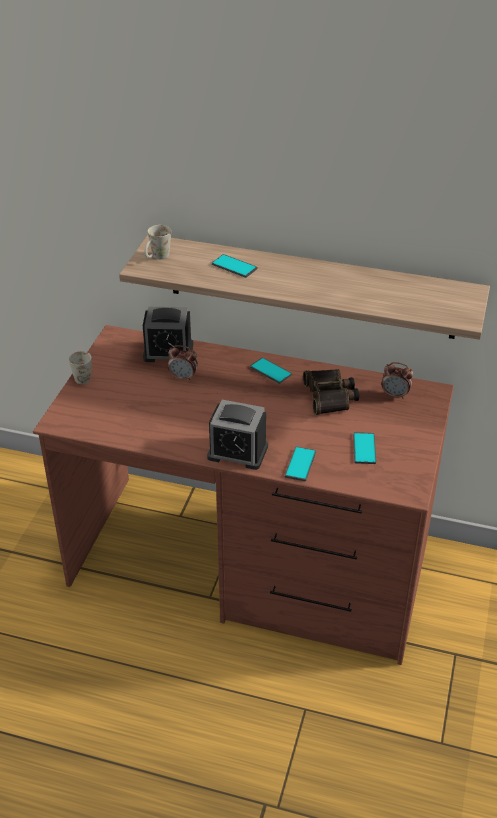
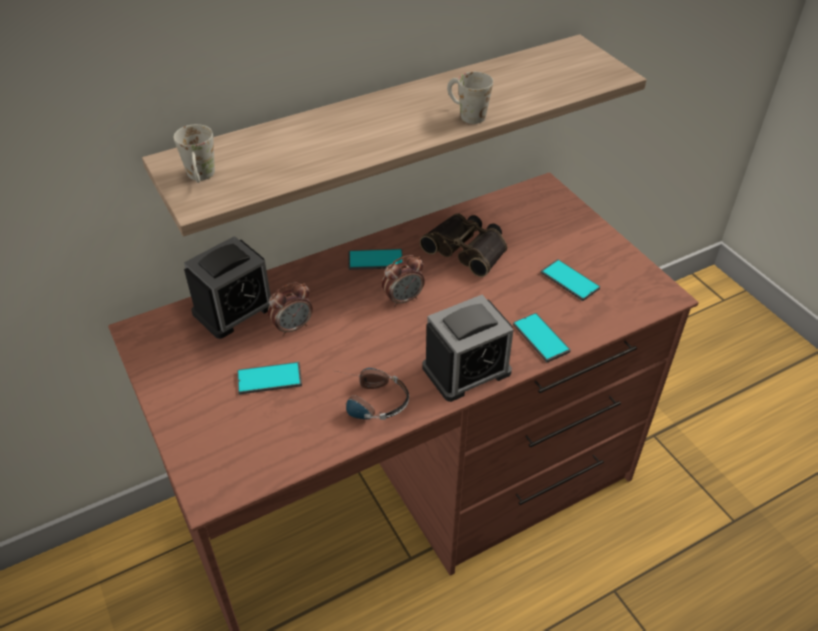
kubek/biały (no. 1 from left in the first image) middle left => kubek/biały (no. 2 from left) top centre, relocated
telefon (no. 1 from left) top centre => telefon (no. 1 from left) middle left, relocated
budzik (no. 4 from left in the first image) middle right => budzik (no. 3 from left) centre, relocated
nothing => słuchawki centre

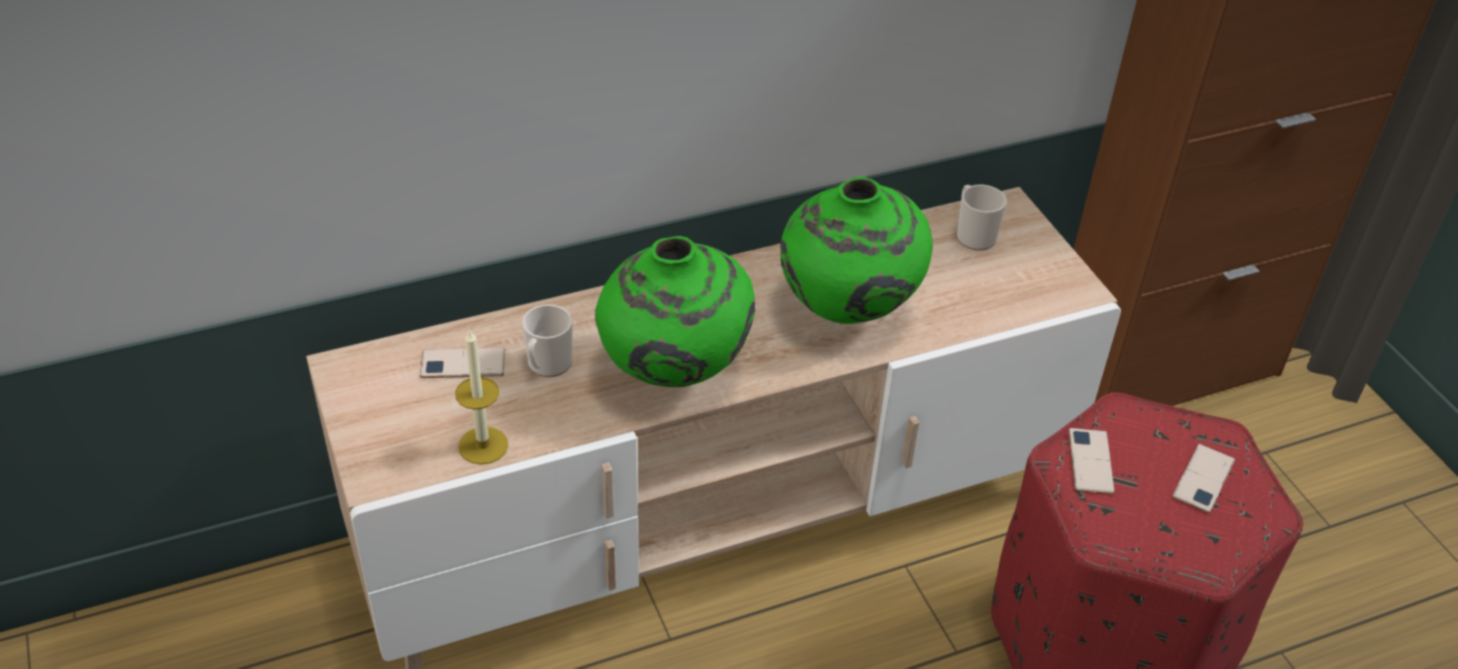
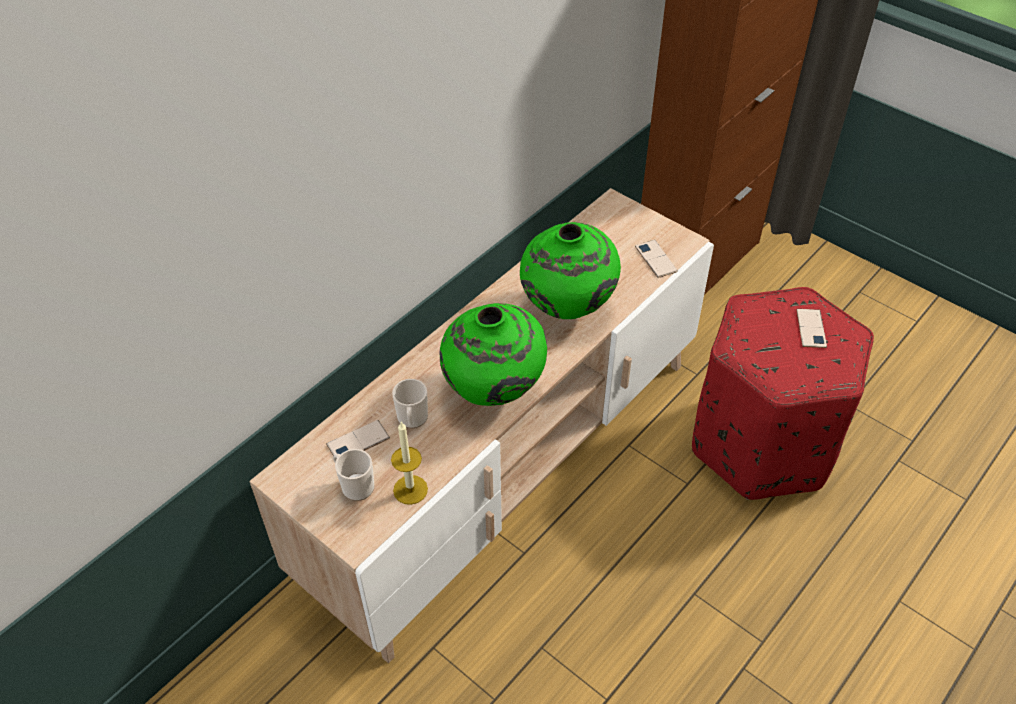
kubek (no. 2 from left in the first image) top right => kubek (no. 1 from left) bottom centre, relocated
telefon (no. 2 from left) bottom right => telefon (no. 2 from left) centre, relocated

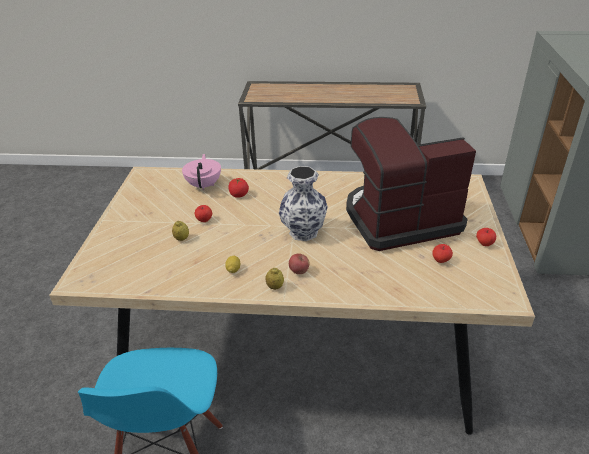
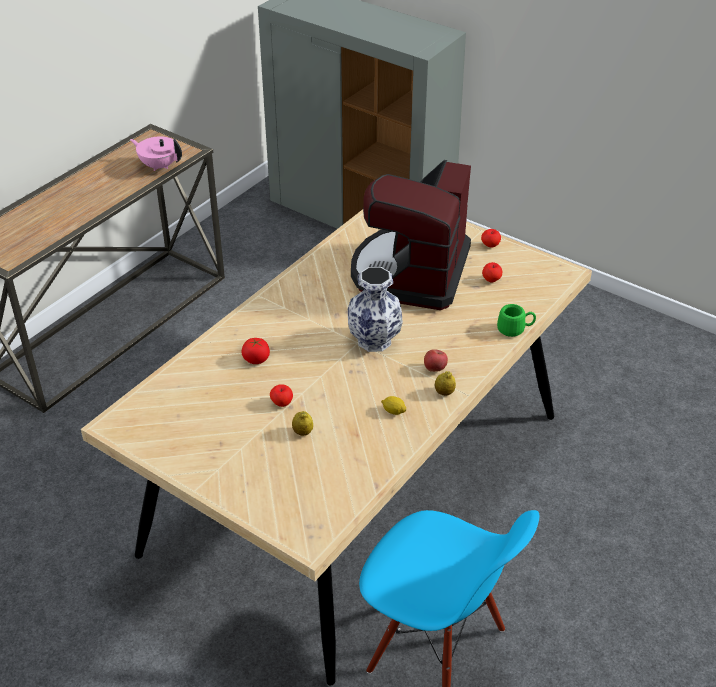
imbryk/różowy centre => imbryk/różowy top left, relocated
nothing => kubek/zielony middle right

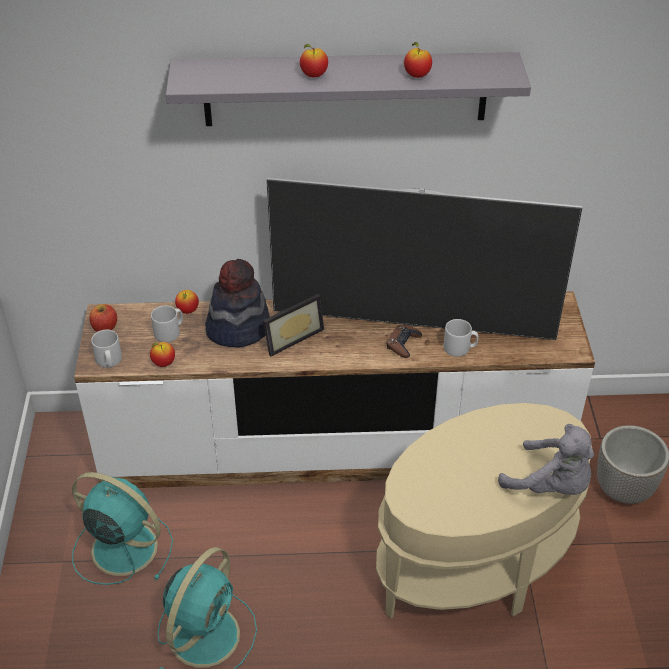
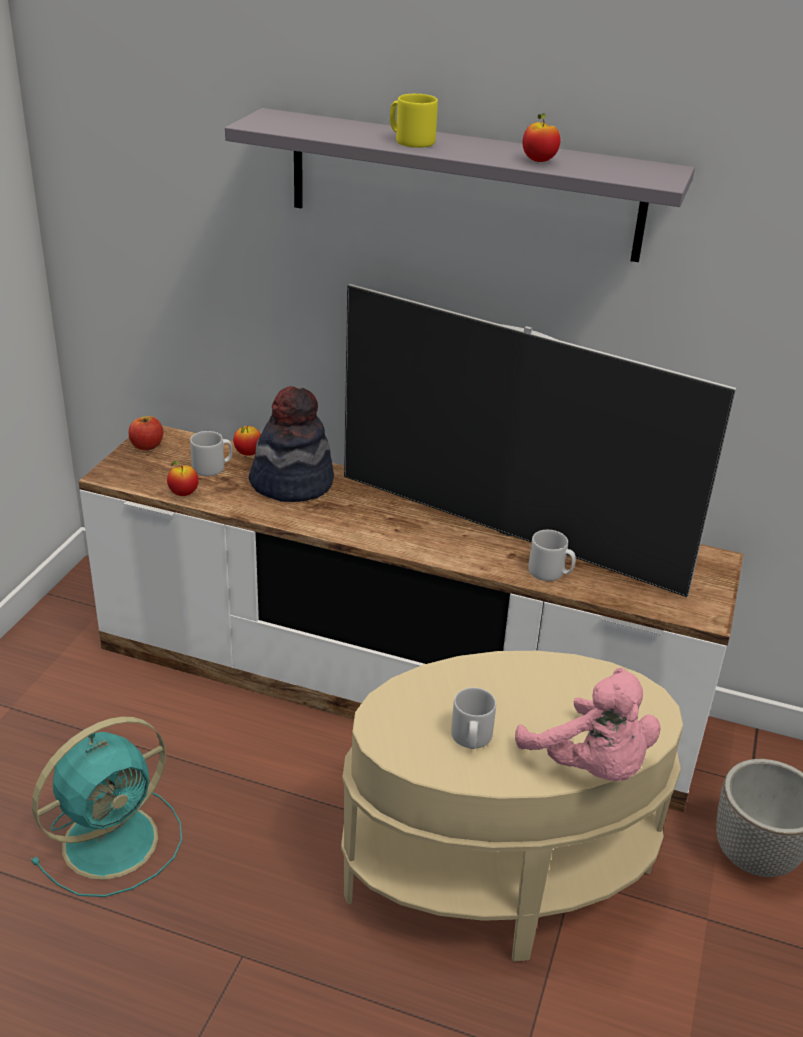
wentylator/turkusowy (no. 1 from left) bottom left => nothing
kubek/szary (no. 1 from left in the first image) middle left => kubek/szary (no. 2 from left) bottom centre, relocated
ramka na zdjęcie centre => nothing
jabłko (no. 4 from left) top centre => kubek/żółty top centre
pad do gier/brązowy centre => nothing
pluszak/szary bottom right => pluszak/różowy bottom right

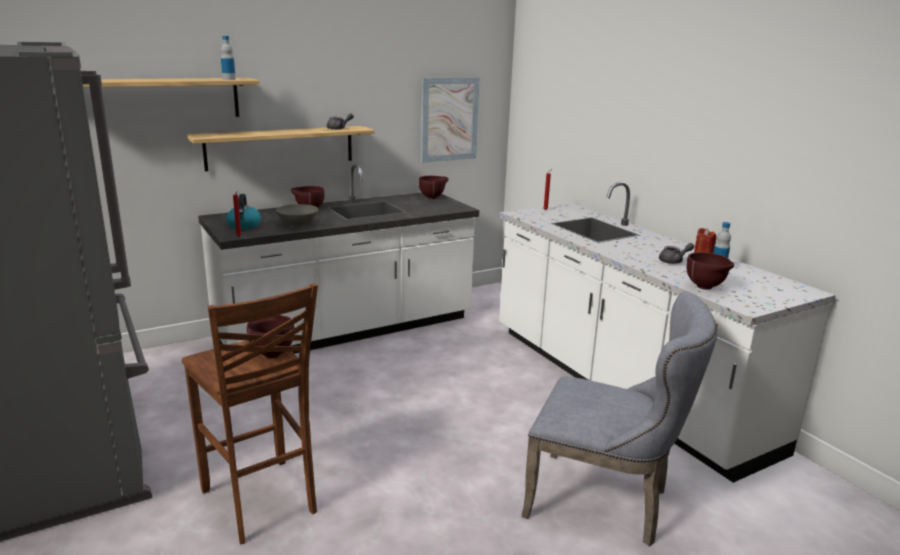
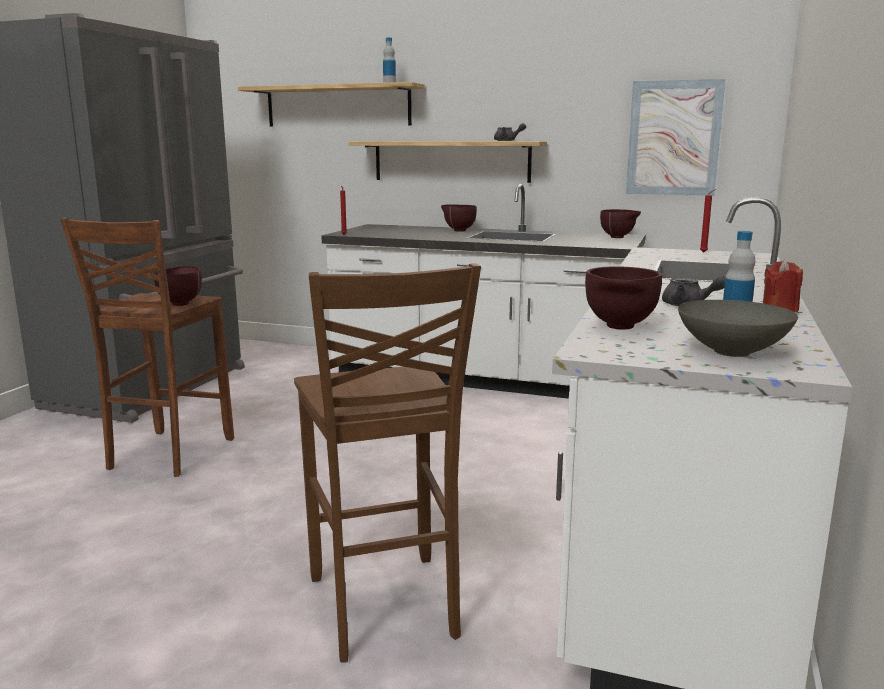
czajnik middle left => nothing
miska/szary middle left => miska/szary middle right, relocated
krzesło/szary bottom right => stołek/brązowy (no. 2 from left) bottom centre

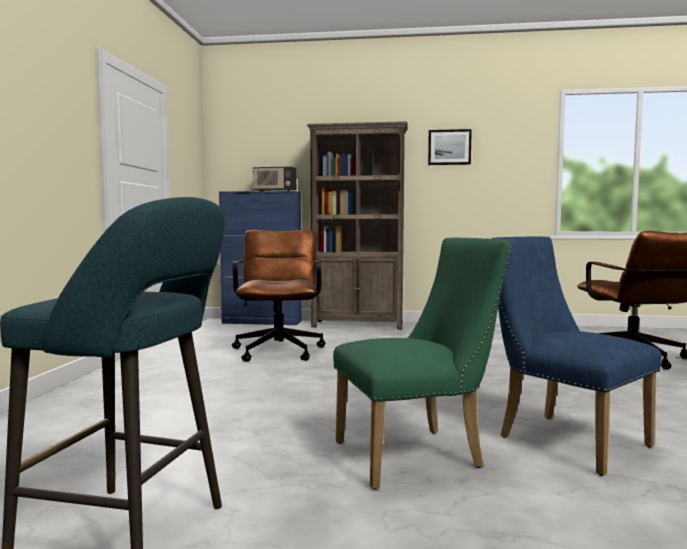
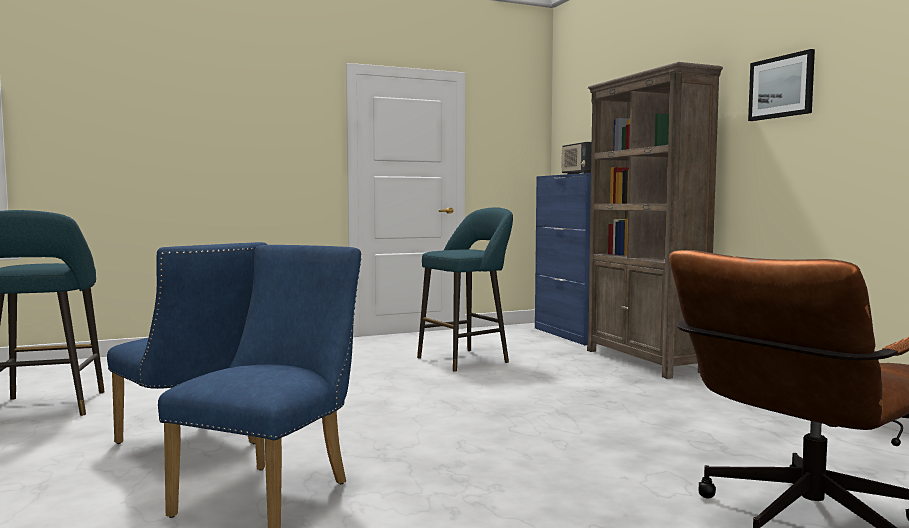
krzesło biurowe/brązowy (no. 1 from left) centre => stołek/turkusowy (no. 2 from left) centre
krzesło/zielony centre => krzesło/niebieski (no. 1 from left) middle left

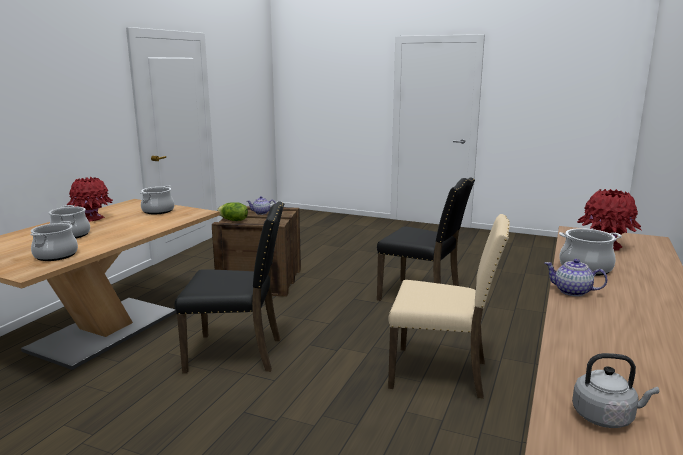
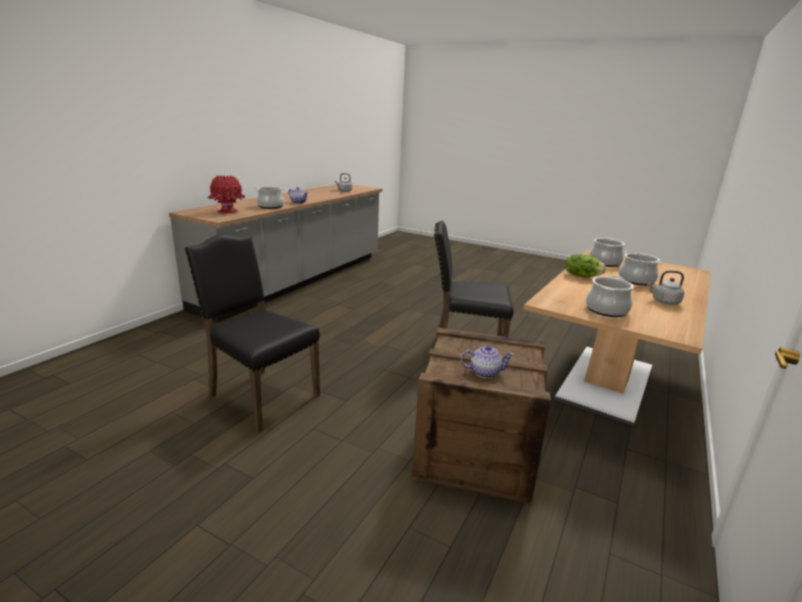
wazon/czerwony (no. 1 from left) middle left => czajnik/szary (no. 2 from left) middle right
sałata centre => sałata middle right, relocated
krzesło/beżowy bottom centre => nothing

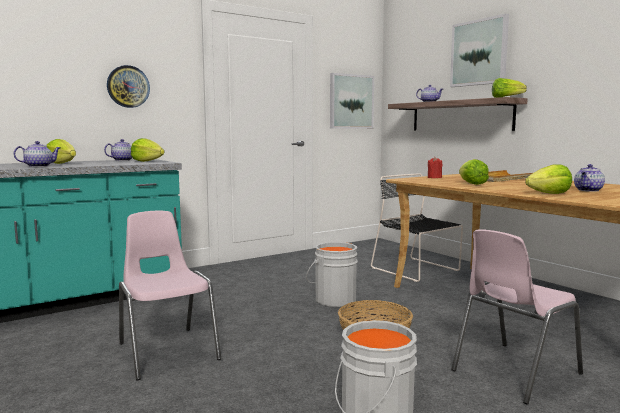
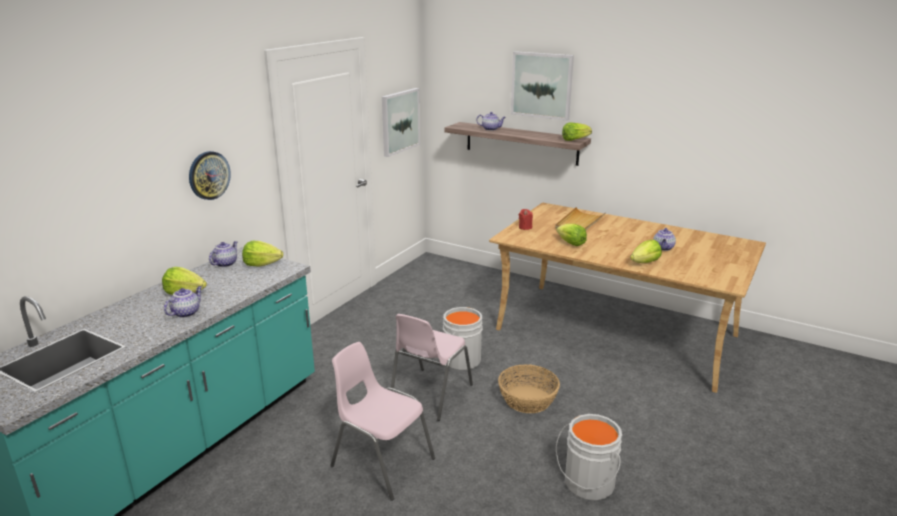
krzesło/czarny middle right => nothing
krzesło/różowy (no. 2 from left) bottom right => krzesło/różowy (no. 2 from left) bottom centre, relocated

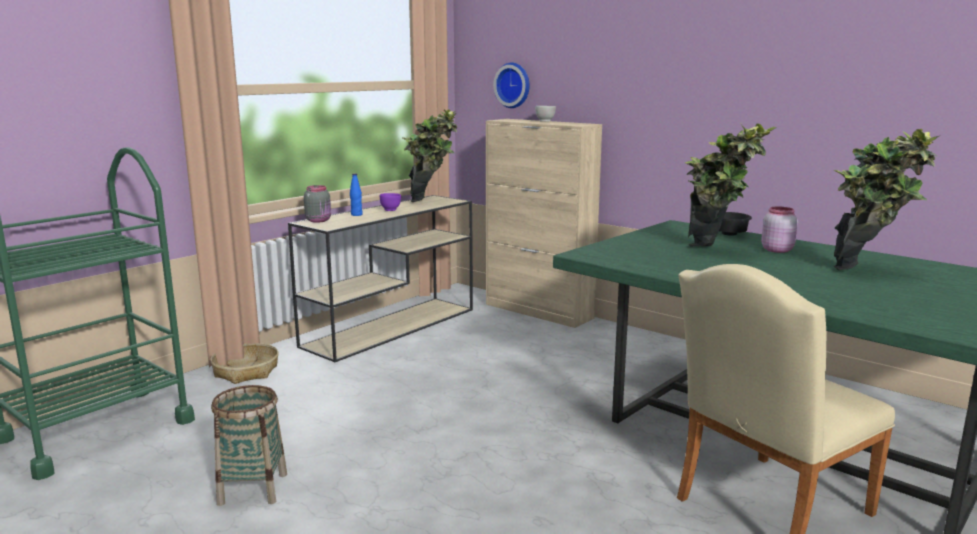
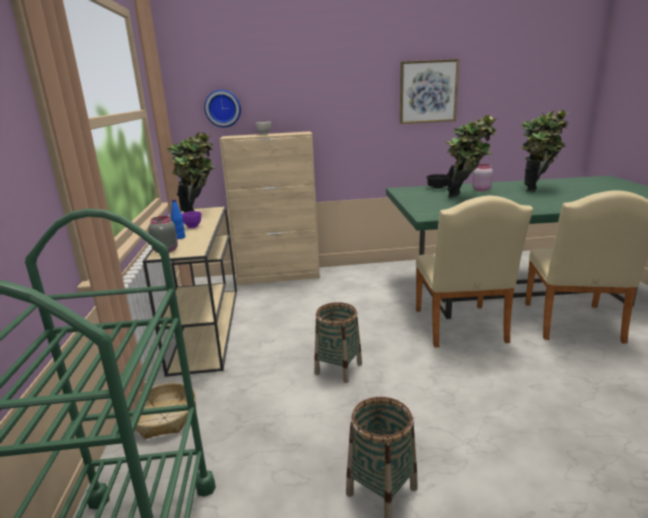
nothing => koszyk (no. 2 from left) centre
nothing => obraz top centre
nothing => krzesło/beżowy (no. 1 from left) middle right

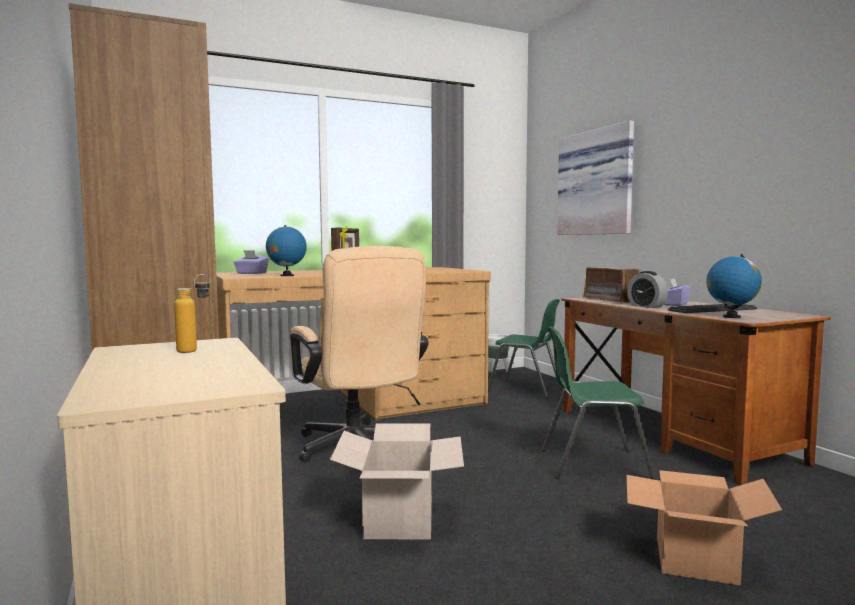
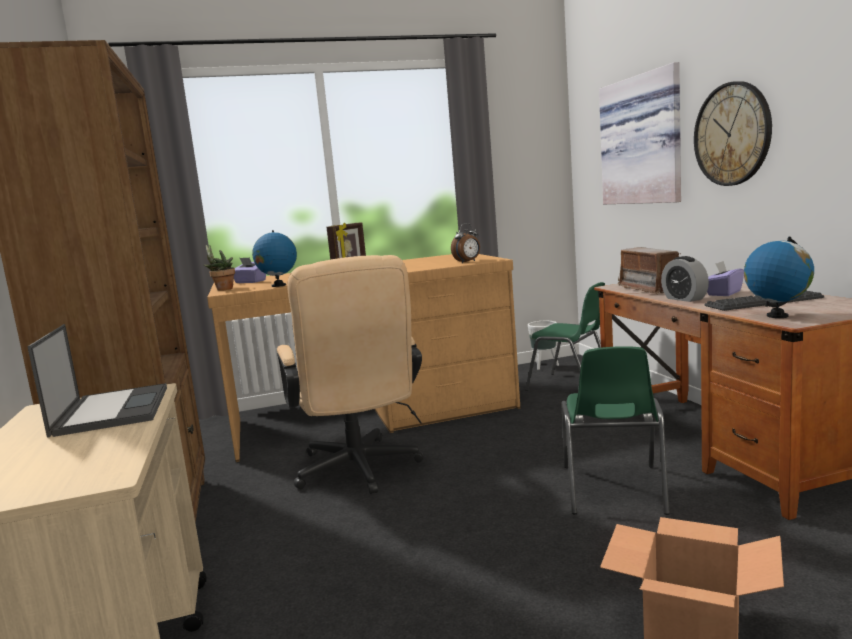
butelka middle left => laptop middle left
karton (no. 1 from left) bottom centre => nothing
krzesło/zielony (no. 2 from left) middle right => krzesło/zielony (no. 2 from left) bottom right, 90 degrees counterclockwise
nothing => roślina doniczkowa middle left
nothing => budzik (no. 1 from left) centre
nothing => zegar ścienny top right

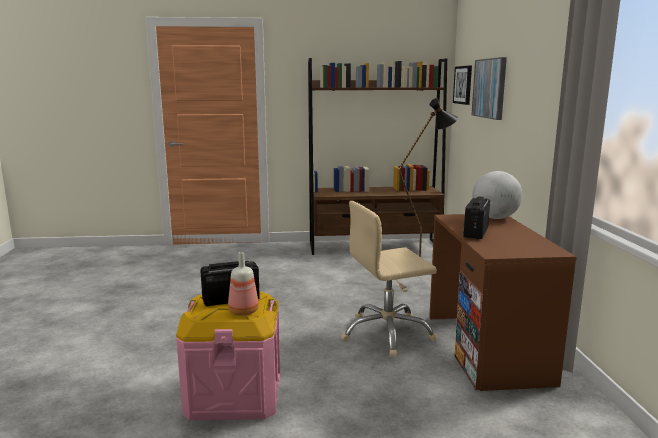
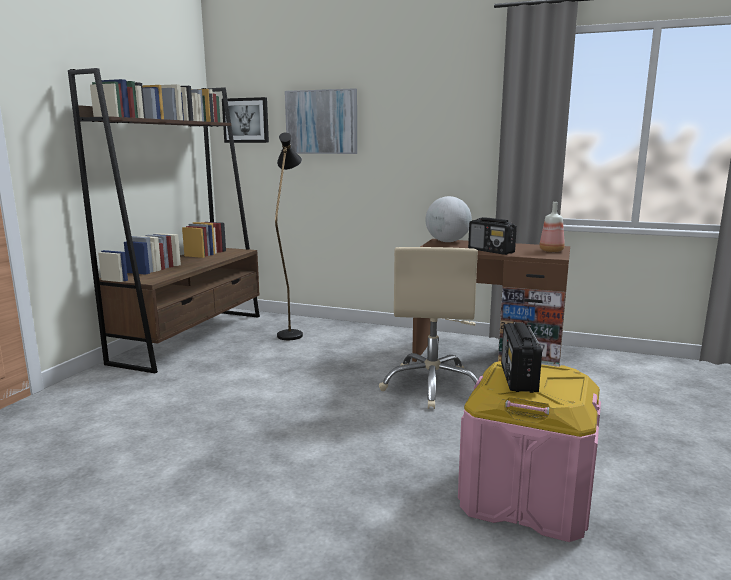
butelka centre => butelka middle right, relocated

